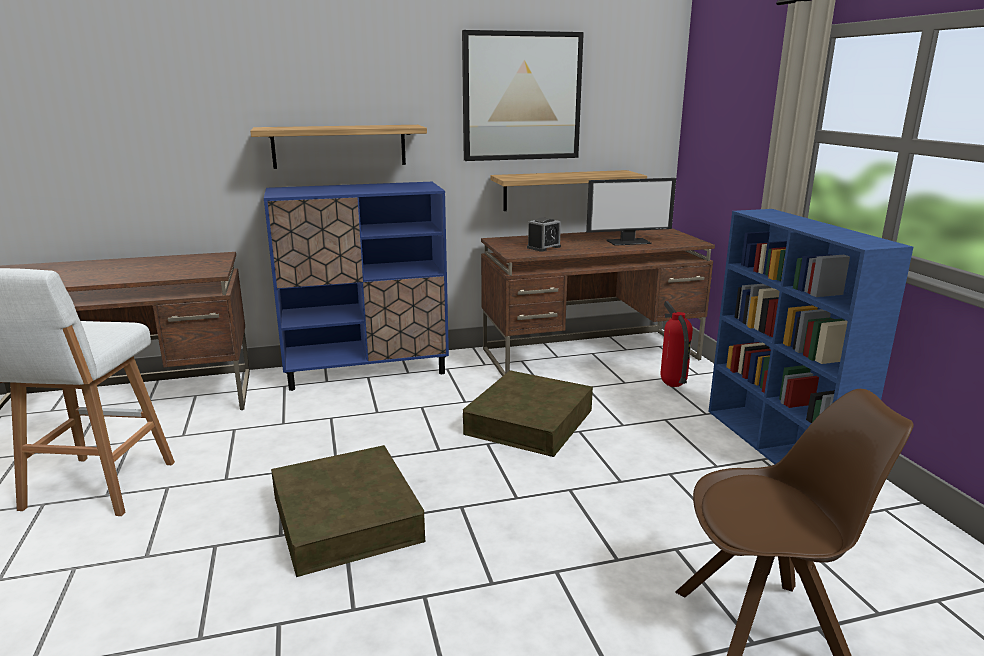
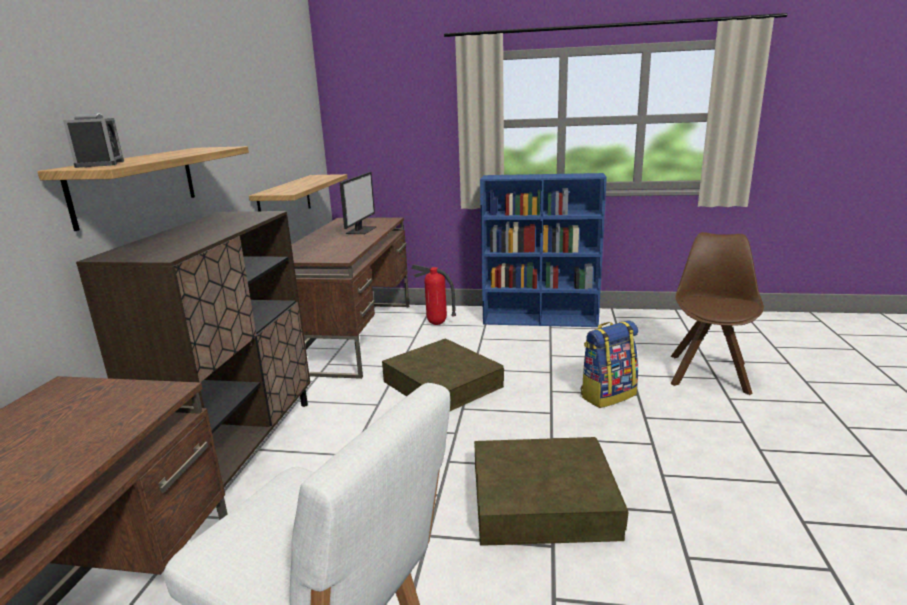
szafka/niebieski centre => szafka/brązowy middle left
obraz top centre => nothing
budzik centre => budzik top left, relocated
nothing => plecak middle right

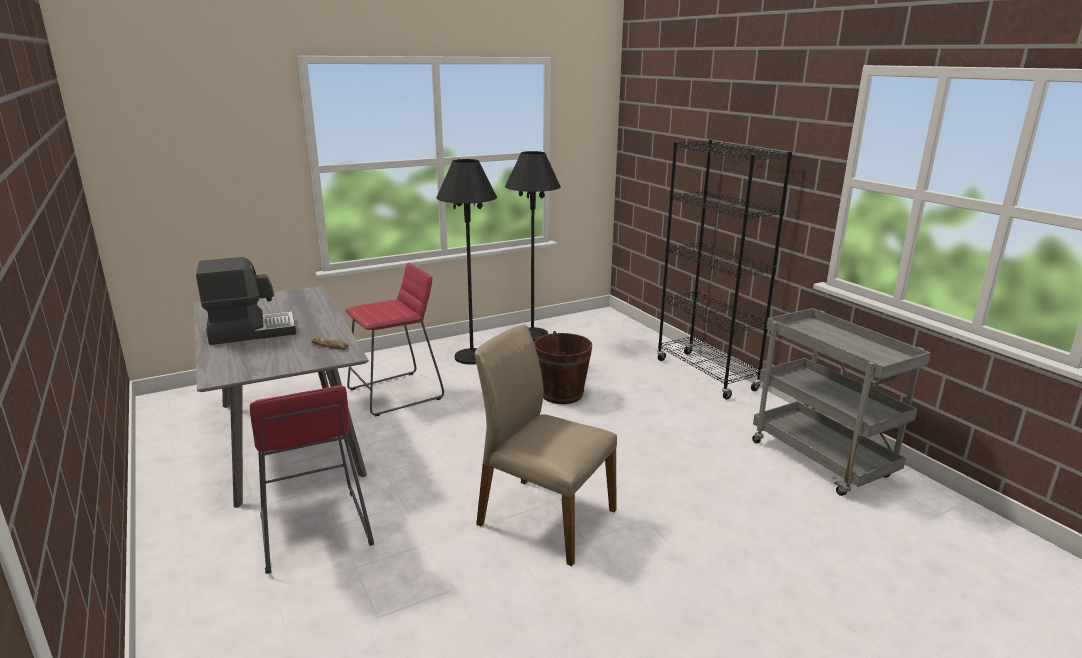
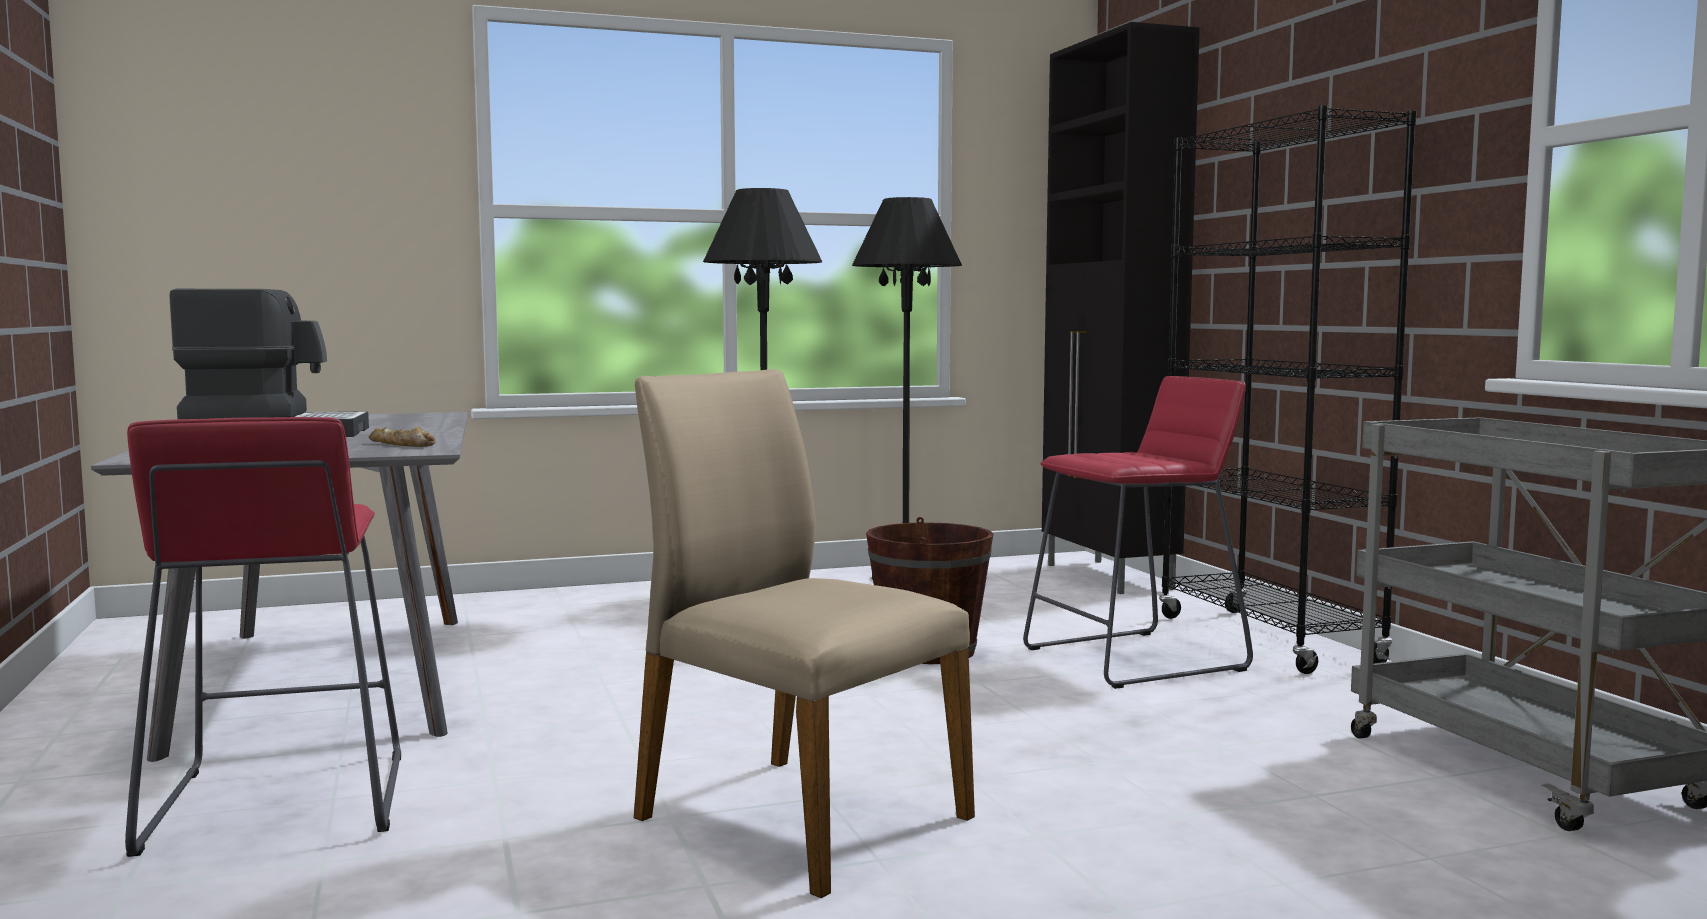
stołek/czerwony (no. 2 from left) centre => stołek/czerwony (no. 2 from left) middle right, relocated
nothing => szafka/czarny centre

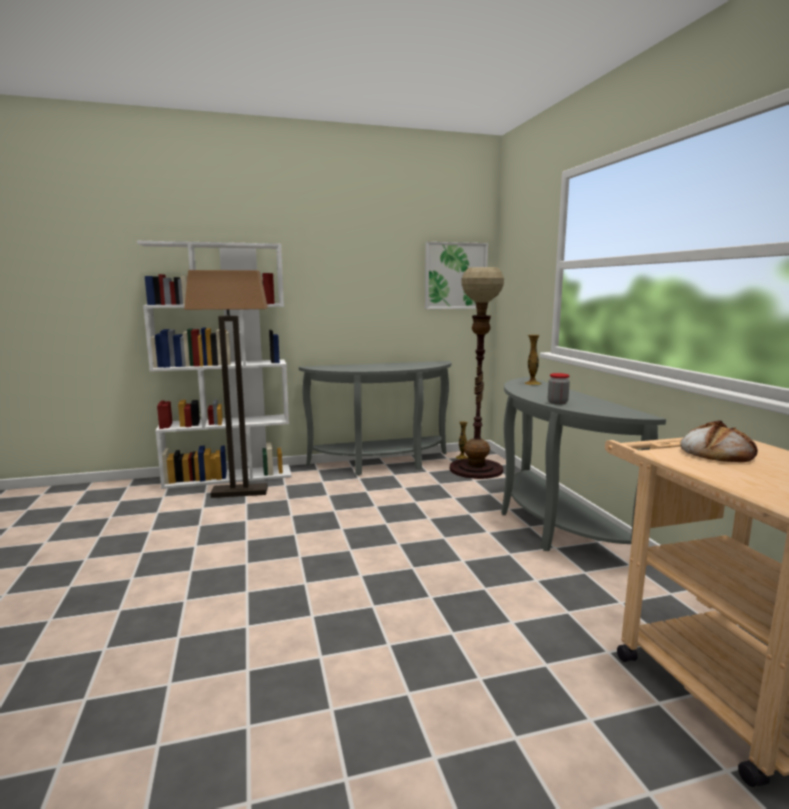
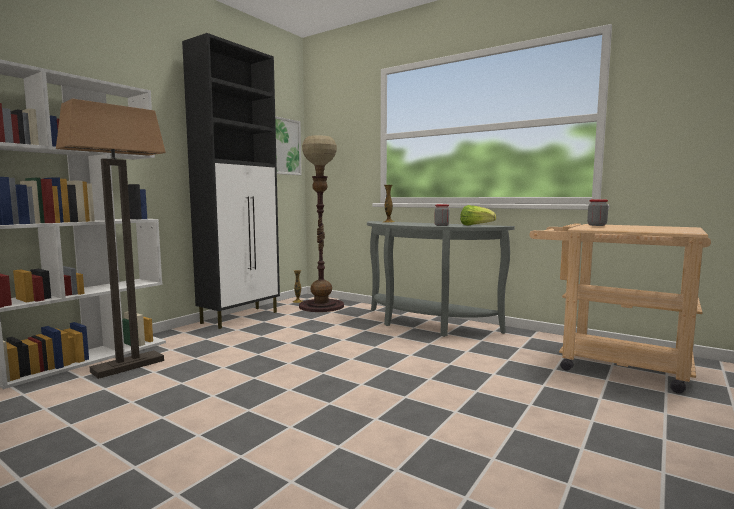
stolik konsolowy/szary (no. 1 from left) centre => szafka/czarny middle left
chleb middle right => słoik (no. 2 from left) middle right
nothing => sałata centre

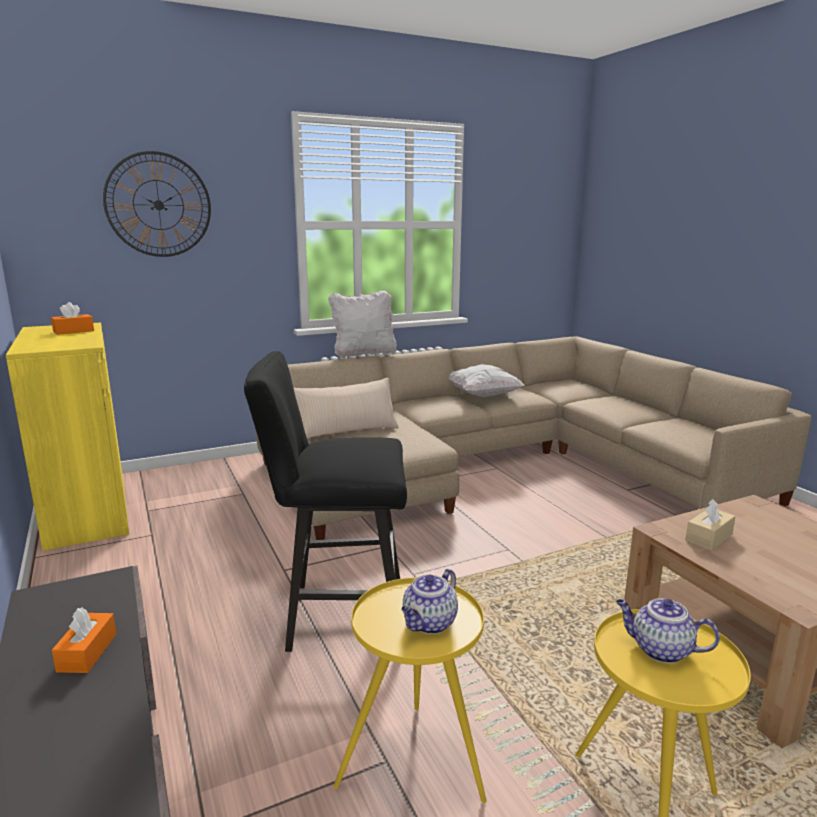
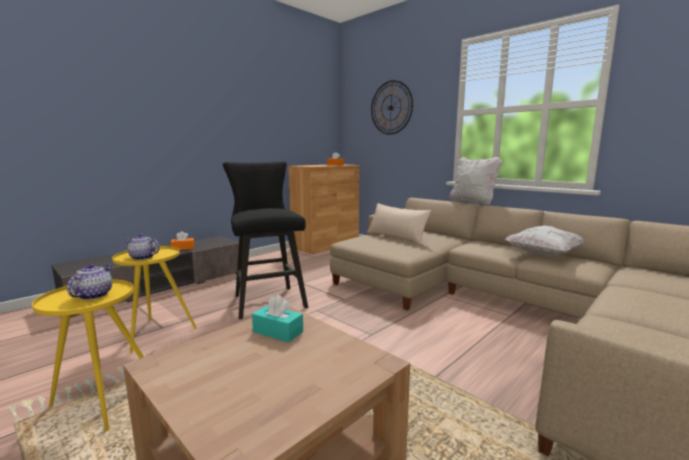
szafka/żółty middle left => szafka/brązowy centre
pudełko chusteczek/beżowy middle right => pudełko chusteczek/turkusowy bottom centre

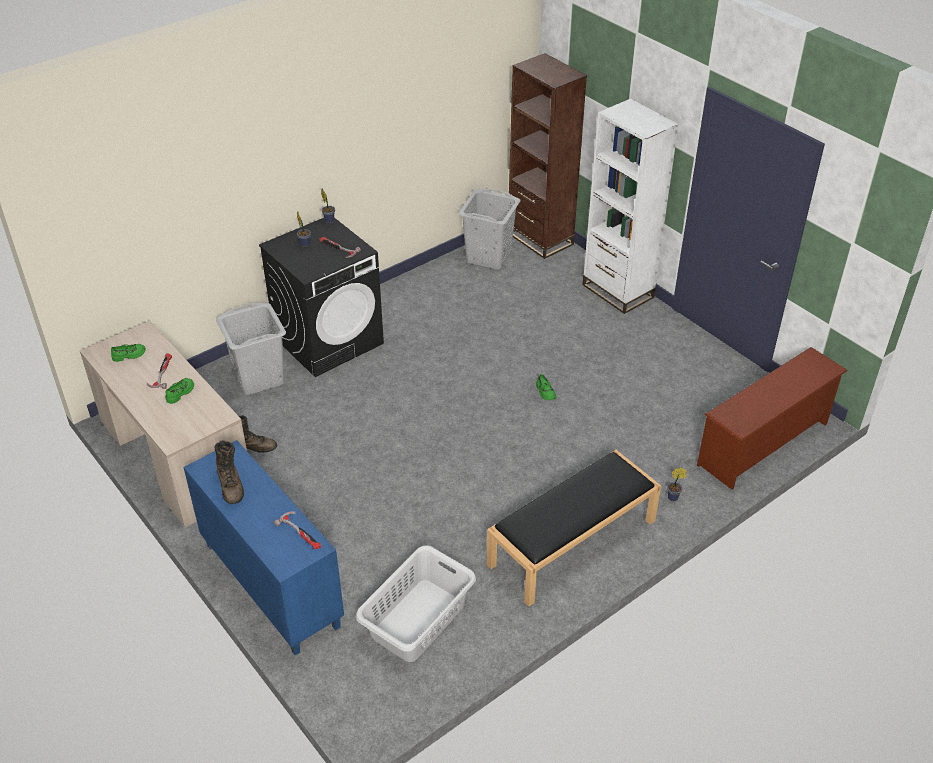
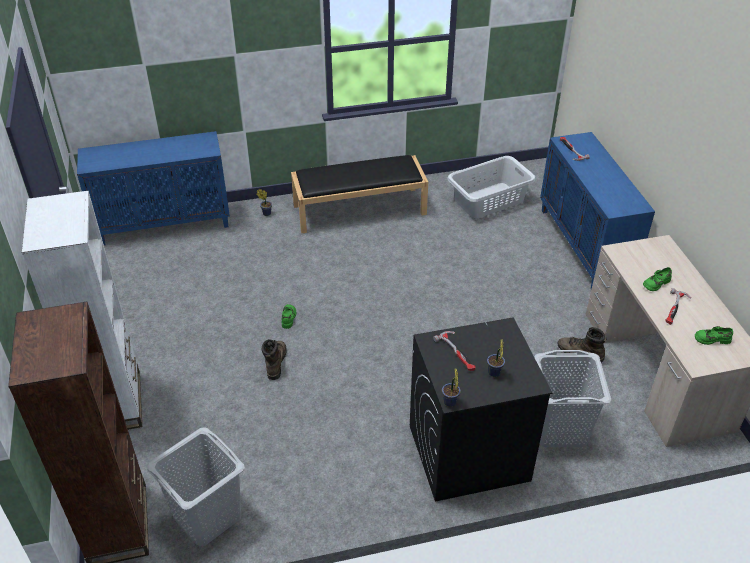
but z cholewką/brązowy (no. 1 from left) middle left => but z cholewką/brązowy (no. 1 from left) centre, relocated
regał na buty/brązowy middle right => szafka/niebieski (no. 1 from left) middle left

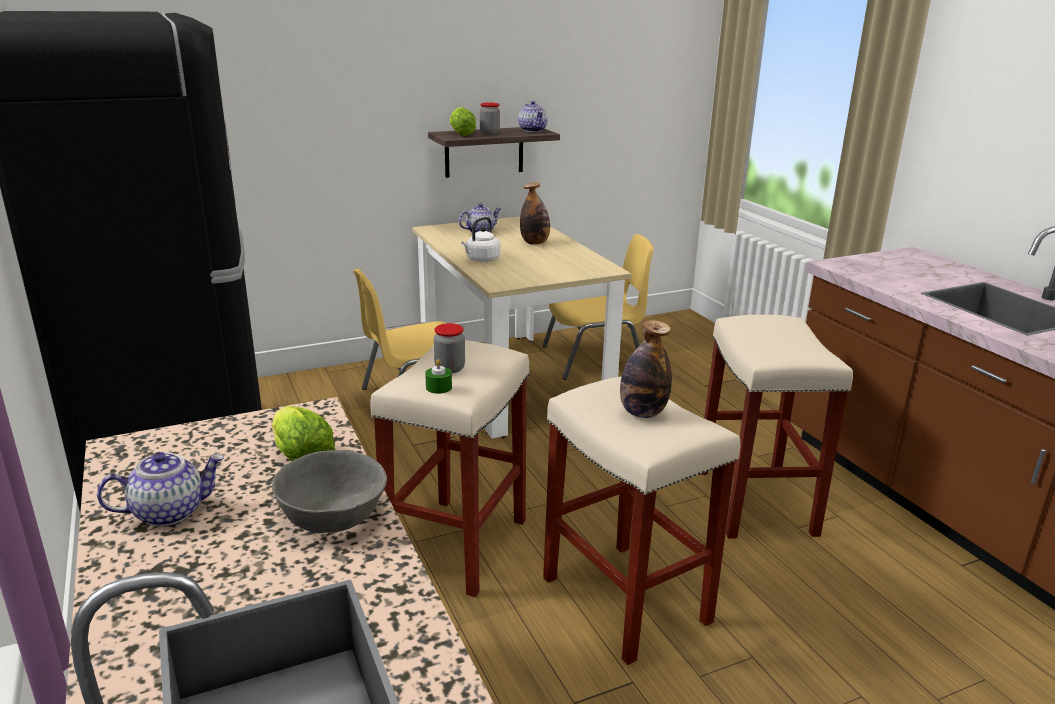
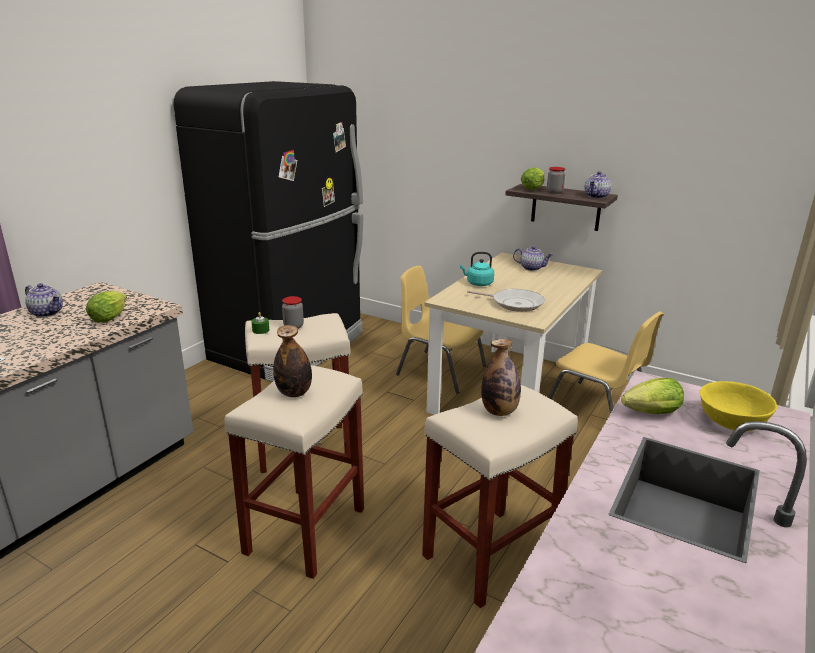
miska/szary bottom left => nothing
czajnik/biały centre => czajnik/turkusowy centre
butelka (no. 1 from left in the first image) top centre => butelka (no. 2 from left) centre, relocated
nothing => patelnia centre
nothing => sałata (no. 3 from left) middle right
nothing => miska/żółty middle right

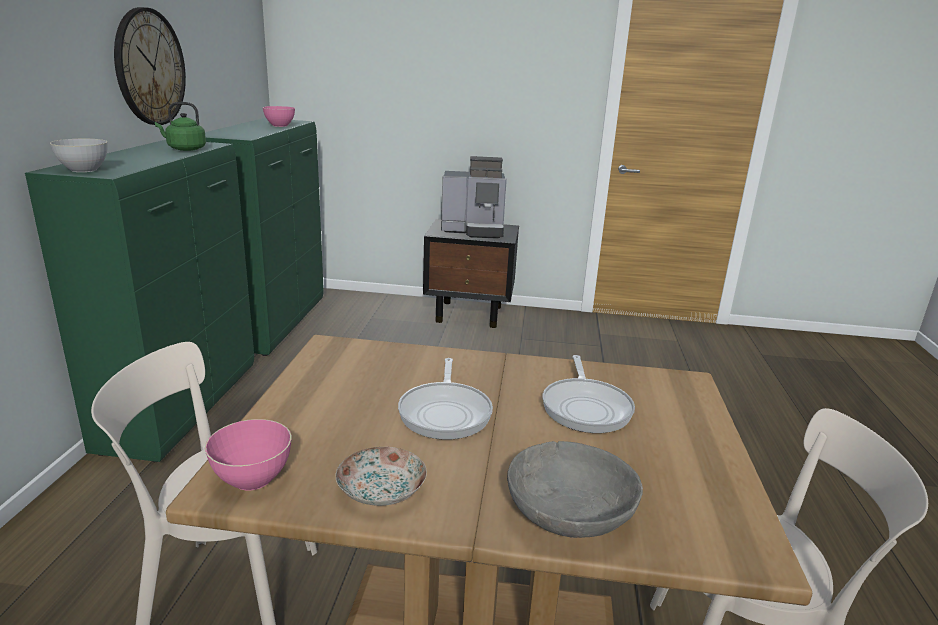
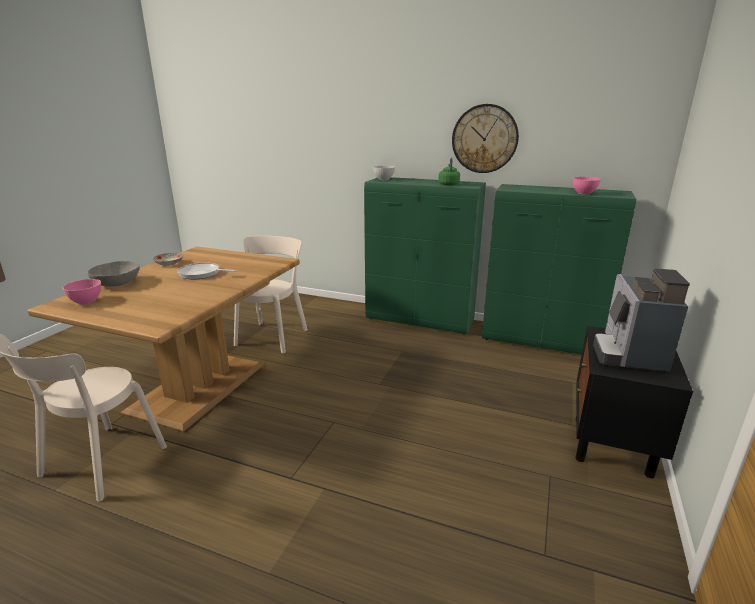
miska/różowy (no. 1 from left) bottom left => miska/różowy (no. 1 from left) middle left, relocated
patelnia (no. 2 from left) centre => nothing

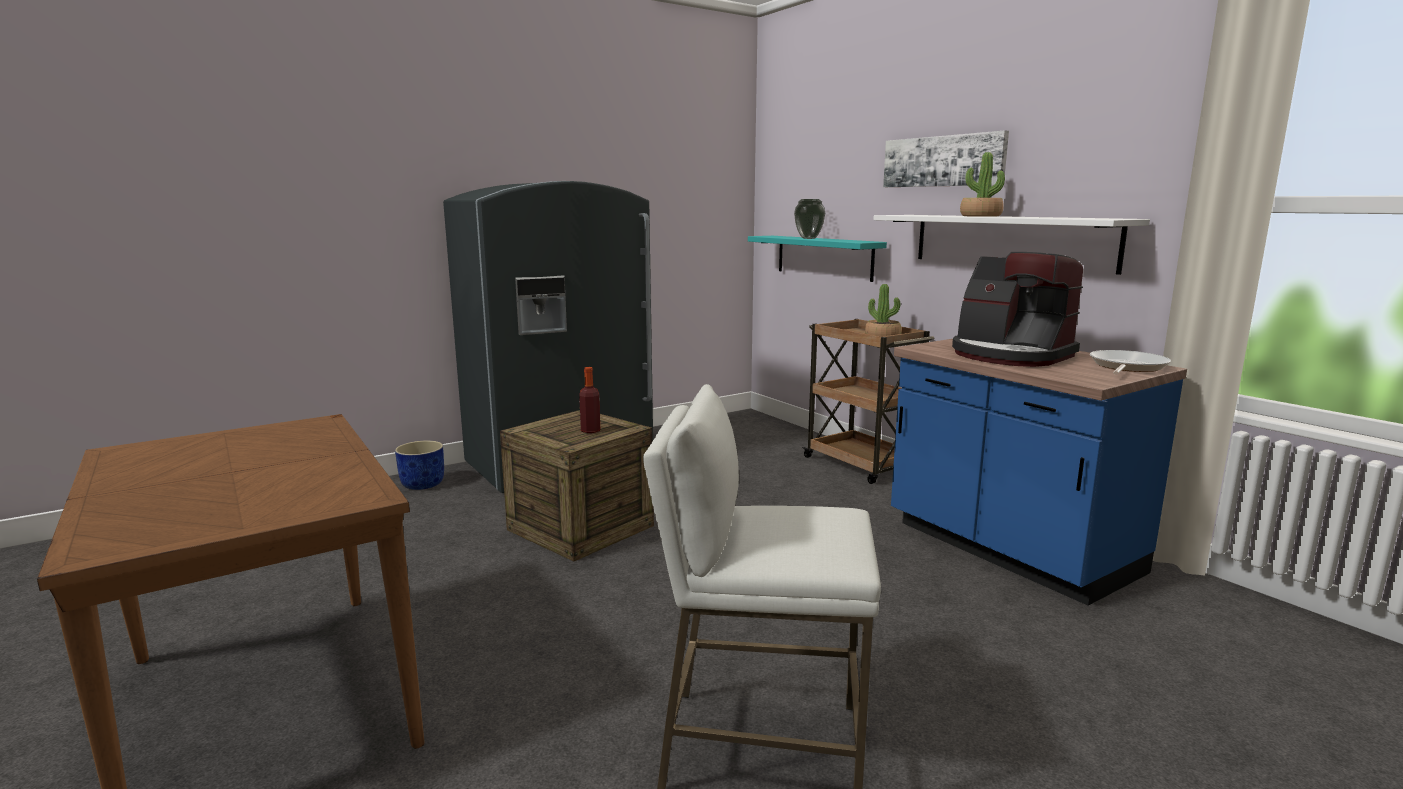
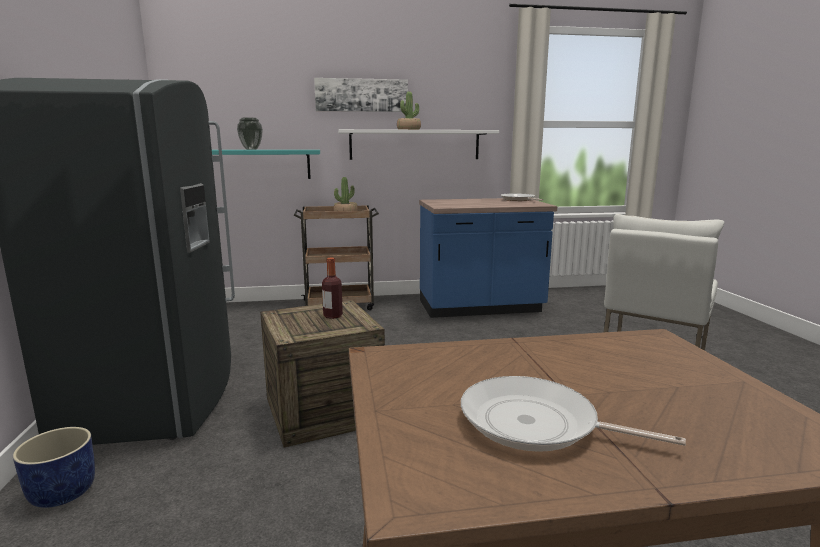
ekspres do kawy middle right => nothing
nothing => patelnia (no. 2 from left) bottom right

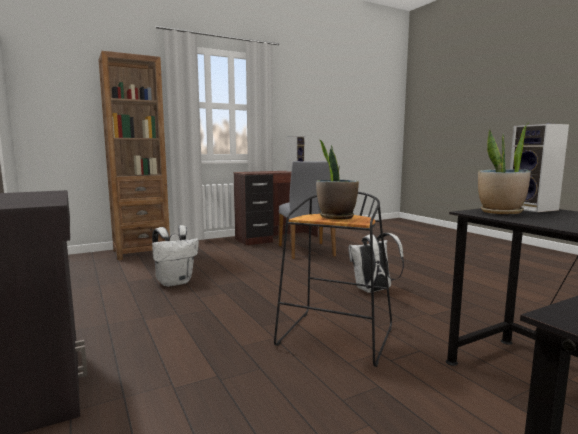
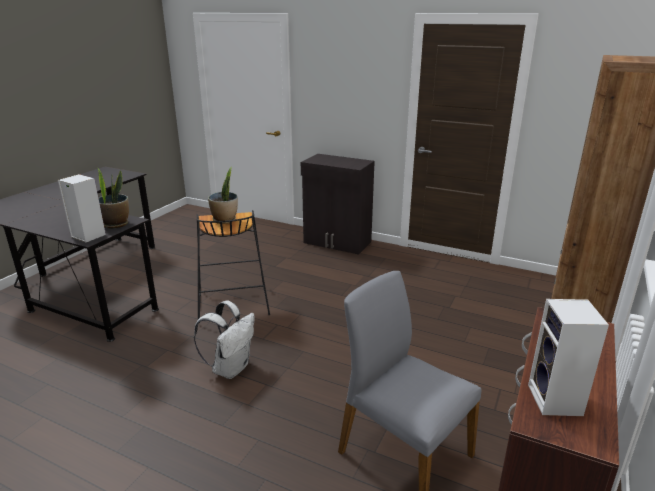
plecak/biały (no. 1 from left) middle left => nothing

